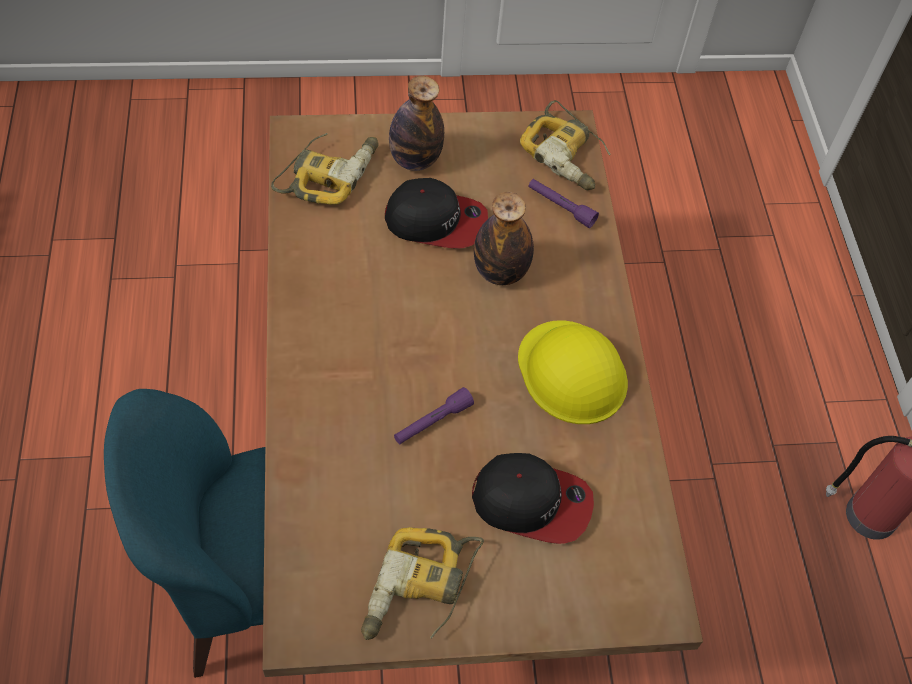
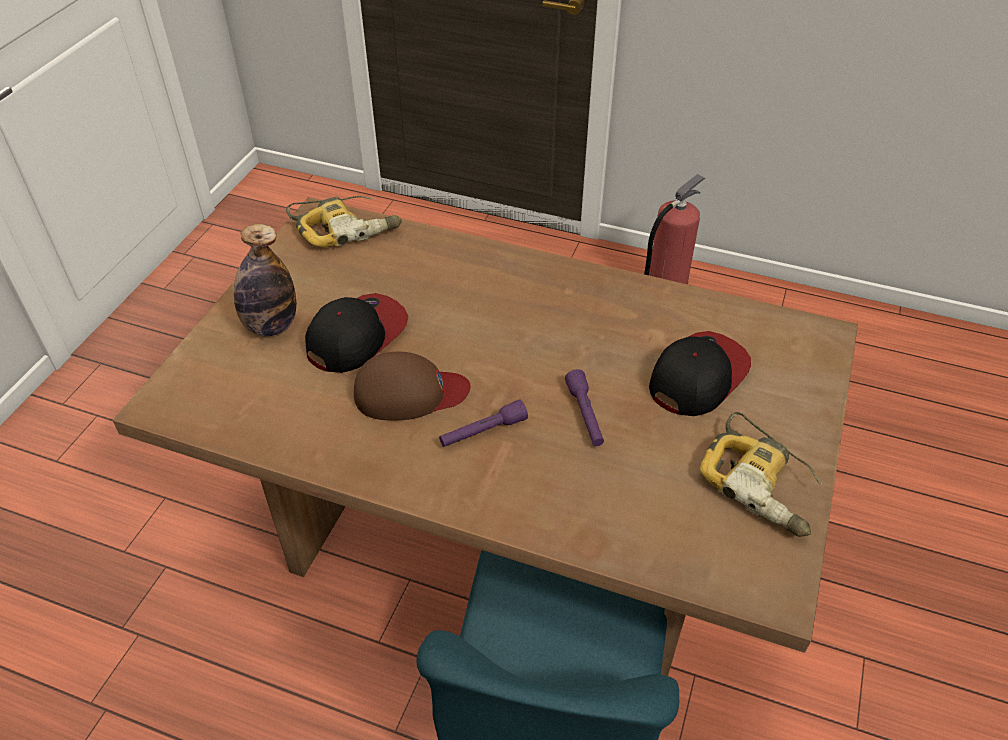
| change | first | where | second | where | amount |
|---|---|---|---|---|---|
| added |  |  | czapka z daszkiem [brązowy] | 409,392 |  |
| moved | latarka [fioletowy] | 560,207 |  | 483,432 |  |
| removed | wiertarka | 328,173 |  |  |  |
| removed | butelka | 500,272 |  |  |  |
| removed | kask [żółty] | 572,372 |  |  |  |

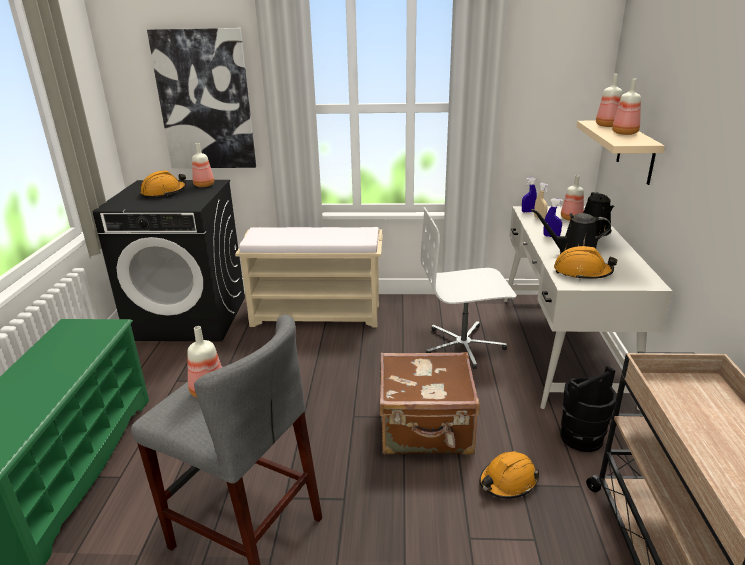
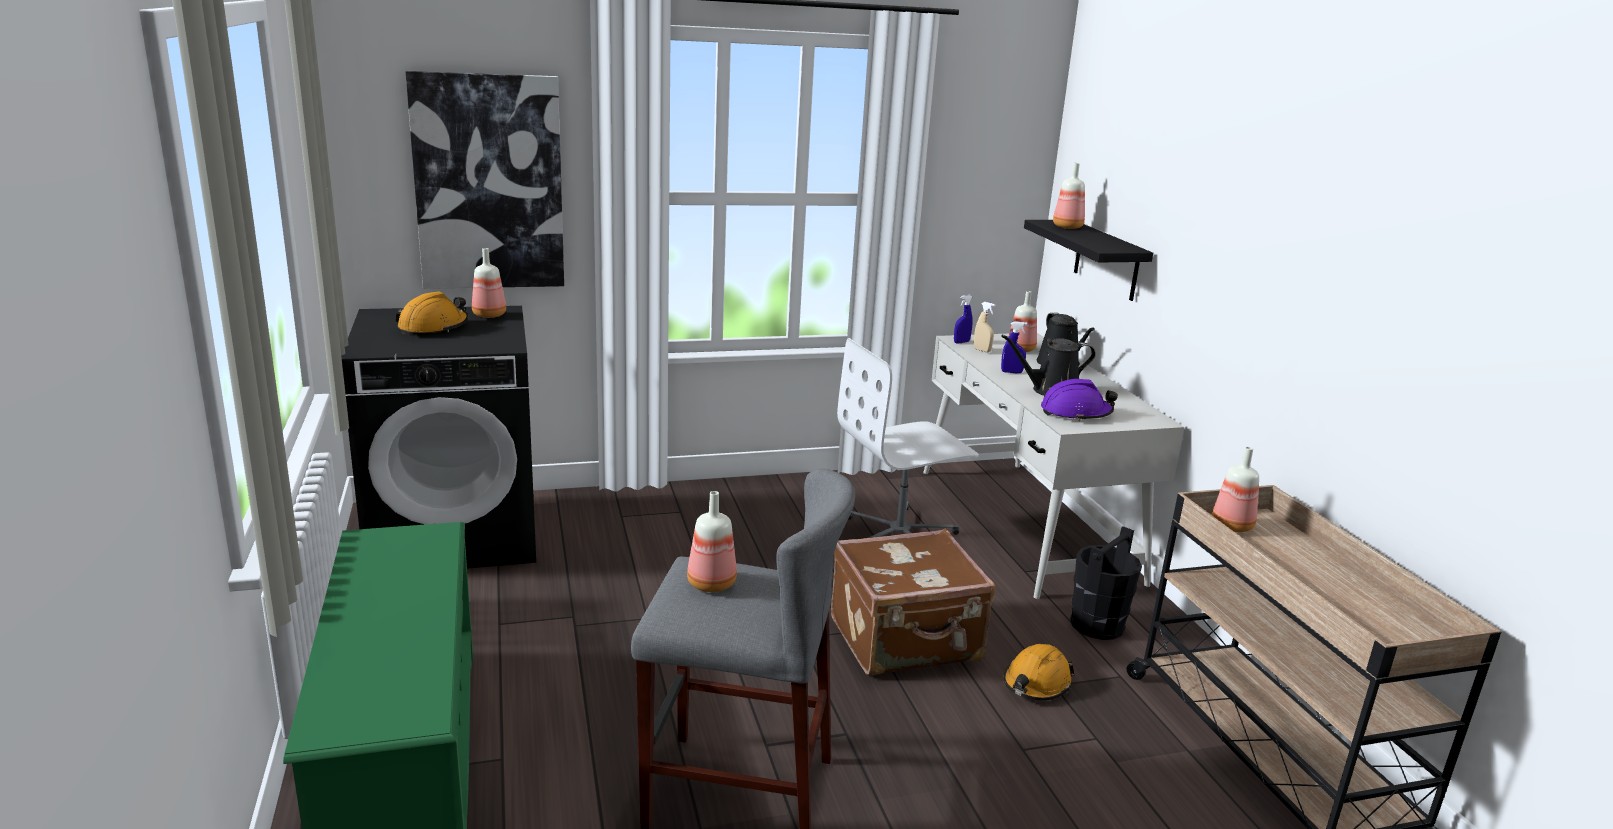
| change | first | where | second | where | amount |
|---|---|---|---|---|---|
| recoloured | półka [beżowy] | 636,152 | półka [czarny] | 1106,260 |  |
| recoloured | kask [pomarańczowy] | 582,272 | kask [fioletowy] | 1075,413 |  |
| moved | butelka | 625,133 |  | 1232,525 |  |
| removed | ławka [beżowy] | 317,315 |  |  |  |

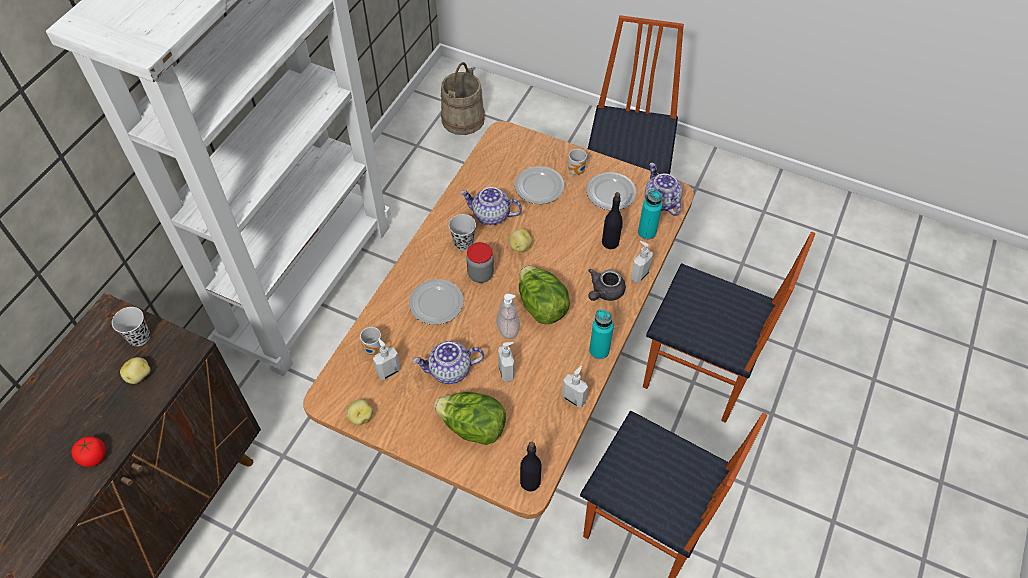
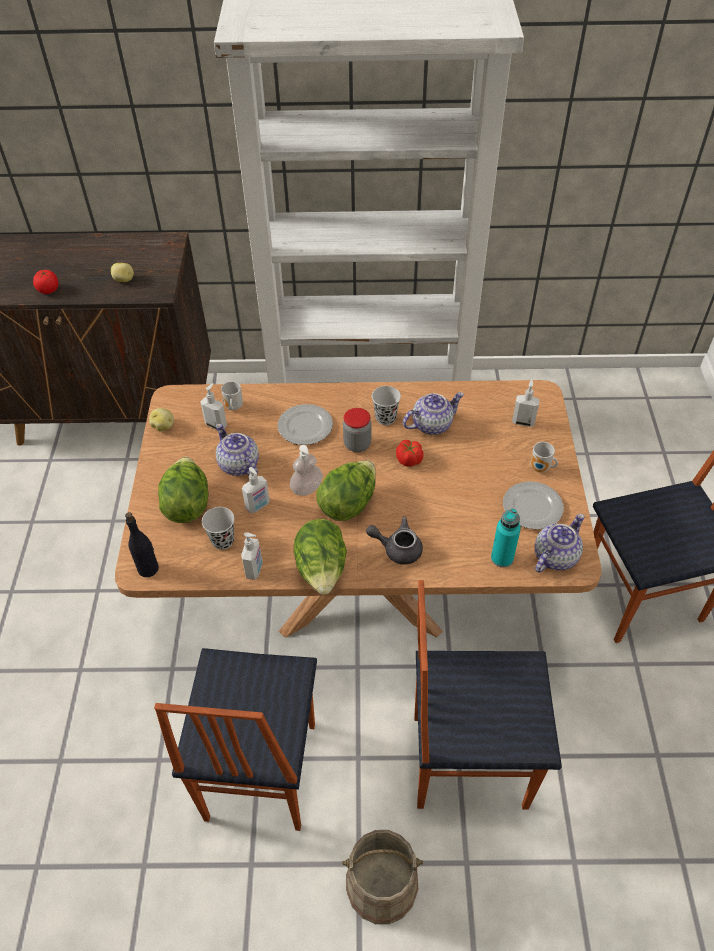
| change | first | where | second | where | amount |
|---|---|---|---|---|---|
| moved | filiżanka [czarny] | 139,337 |  | 222,540 |  |
| replaced | butelka [turkusowy] | 599,350 | sałata | 322,570 |  |
| moved | wiadro [beżowy] | 463,119 |  | 381,886 |  |
| replaced | ziemniak | 520,246 | pomidor | 409,460 |  |
| turned | imbryk | 490,215 |  | 432,424 | 75 degrees clockwise |
| turned | krzesło | 697,376 |  | 467,759 | 90 degrees clockwise |
| moved | dozownik mydła | 639,275 |  | 523,422 |  |
| removed | talerz | 538,187 |  |  |  |
| removed | butelka [czarny] | 610,242 |  |  |  |

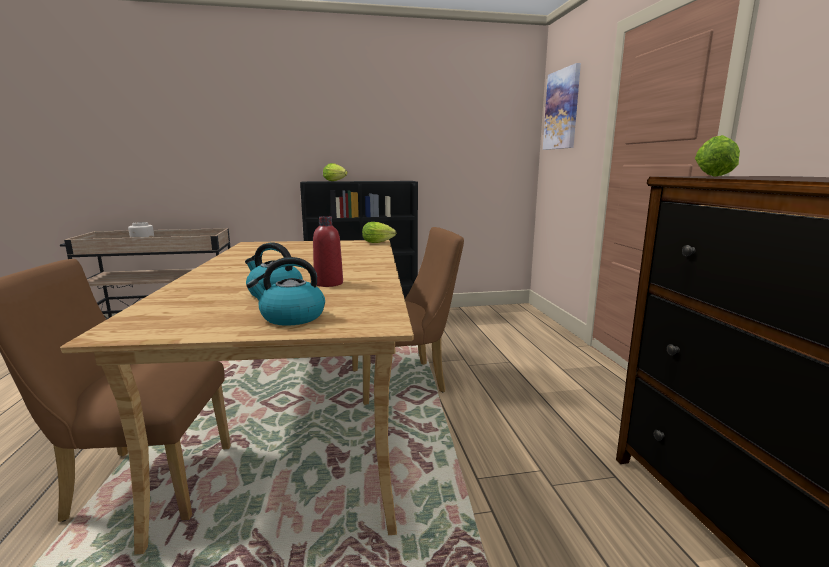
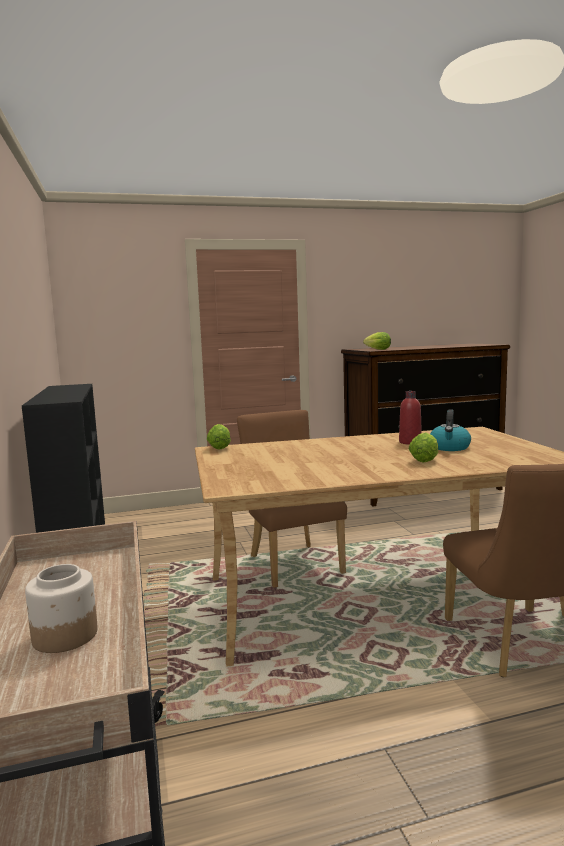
| change | first | where | second | where | amount |
|---|---|---|---|---|---|
| moved | sałata | 336,181 |  | 425,459 |  |
| removed | czajnik | 291,317 |  |  |  |
| removed | obraz | 562,109 |  |  |  |

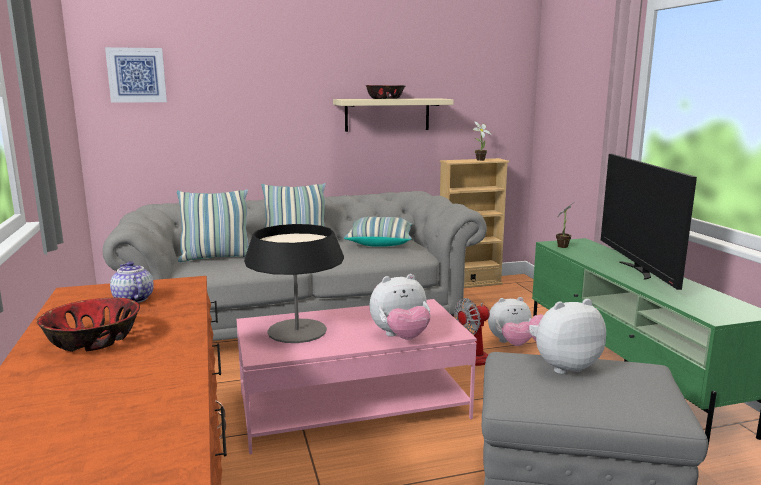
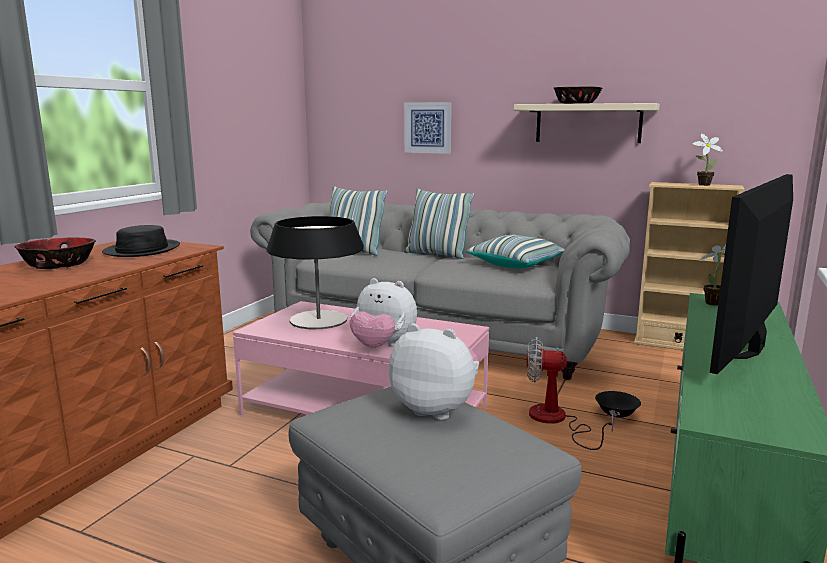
| change | first | where | second | where | amount |
|---|---|---|---|---|---|
| replaced | imbryk | 132,299 | kapelusz [czarny] | 142,250 |  |
| moved | obraz | 136,75 |  | 428,127 |  |
| replaced | pluszak | 510,343 | miska [czarny] | 616,414 |  |

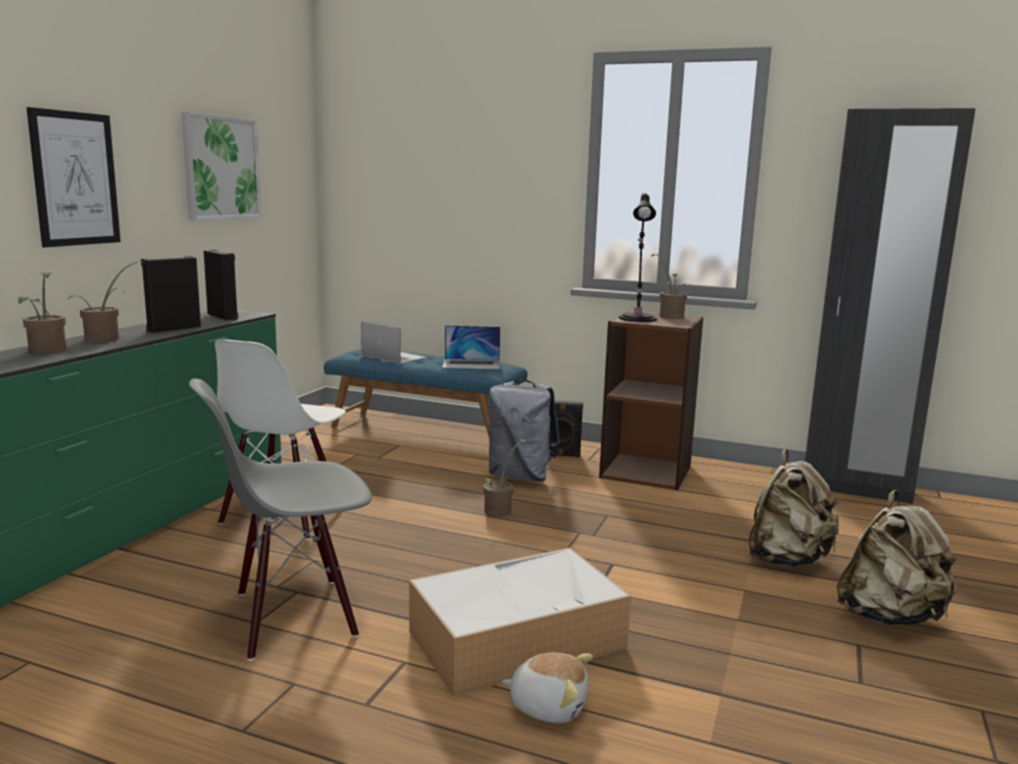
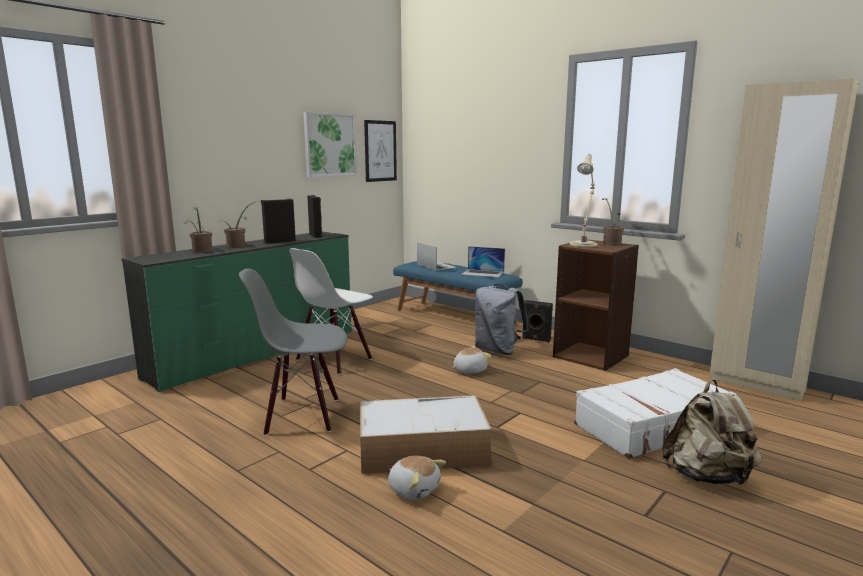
| change | first | where | second | where | amount |
|---|---|---|---|---|---|
| moved | obraz | 75,179 |  | 380,151 |  |
| replaced | roślina doniczkowa | 501,510 | pluszak | 469,370 |  |
| recoloured | lampa stołowa [czarny] | 637,318 | lampa stołowa [beżowy] | 584,244 |  |
| replaced | plecak [beżowy] | 786,559 | walizka [biały] | 654,427 |  |
| recoloured | szafa [czarny] | 855,489 | szafa [beżowy] | 755,384 |  |

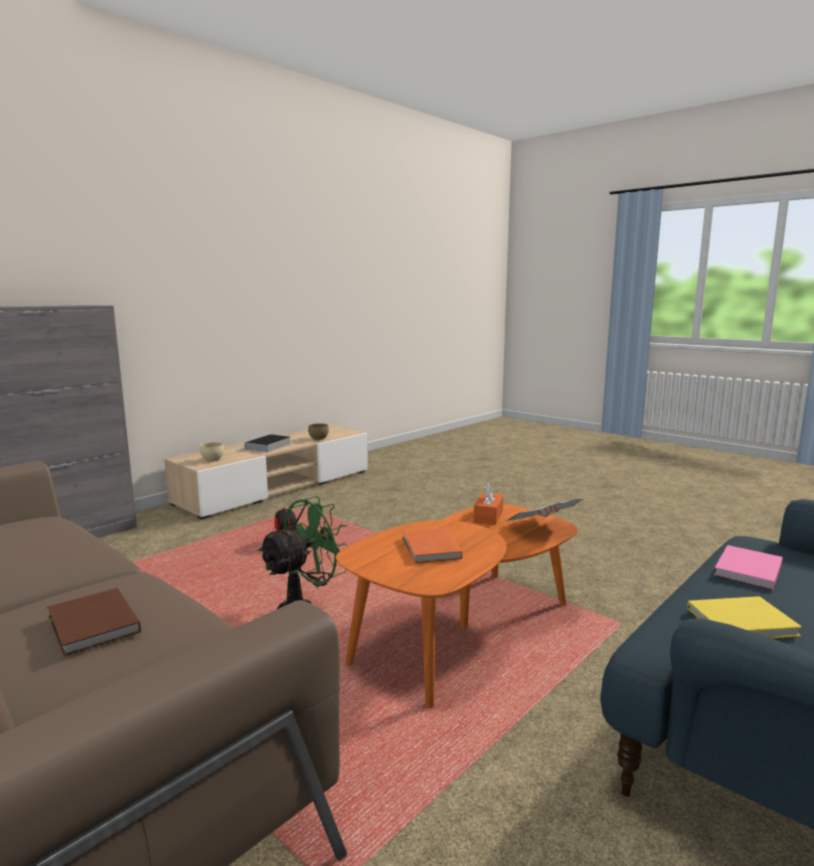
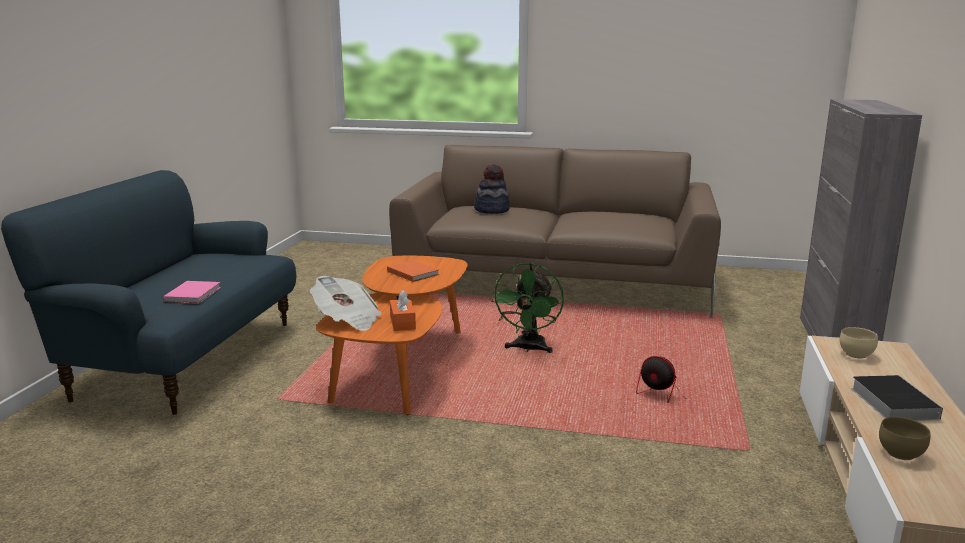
| change | first | where | second | where | amount |
|---|---|---|---|---|---|
| replaced | książka [brązowy] | 92,625 | kapelusz | 492,210 |  |
| removed | książka [żółty] | 744,623 |  |  |  |

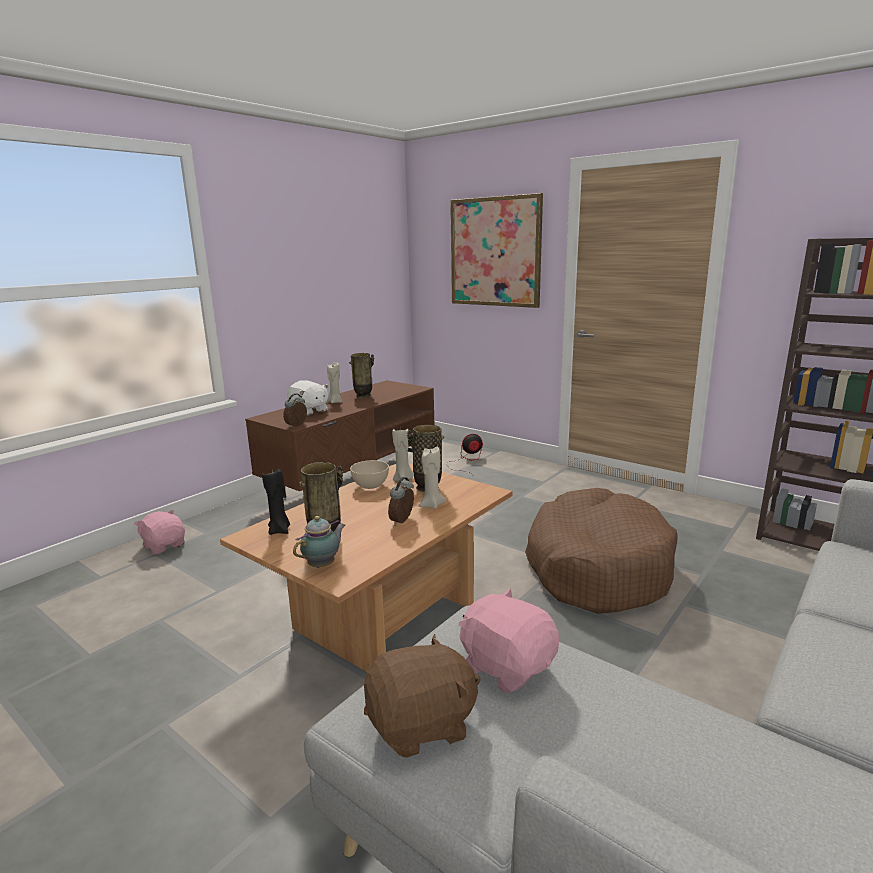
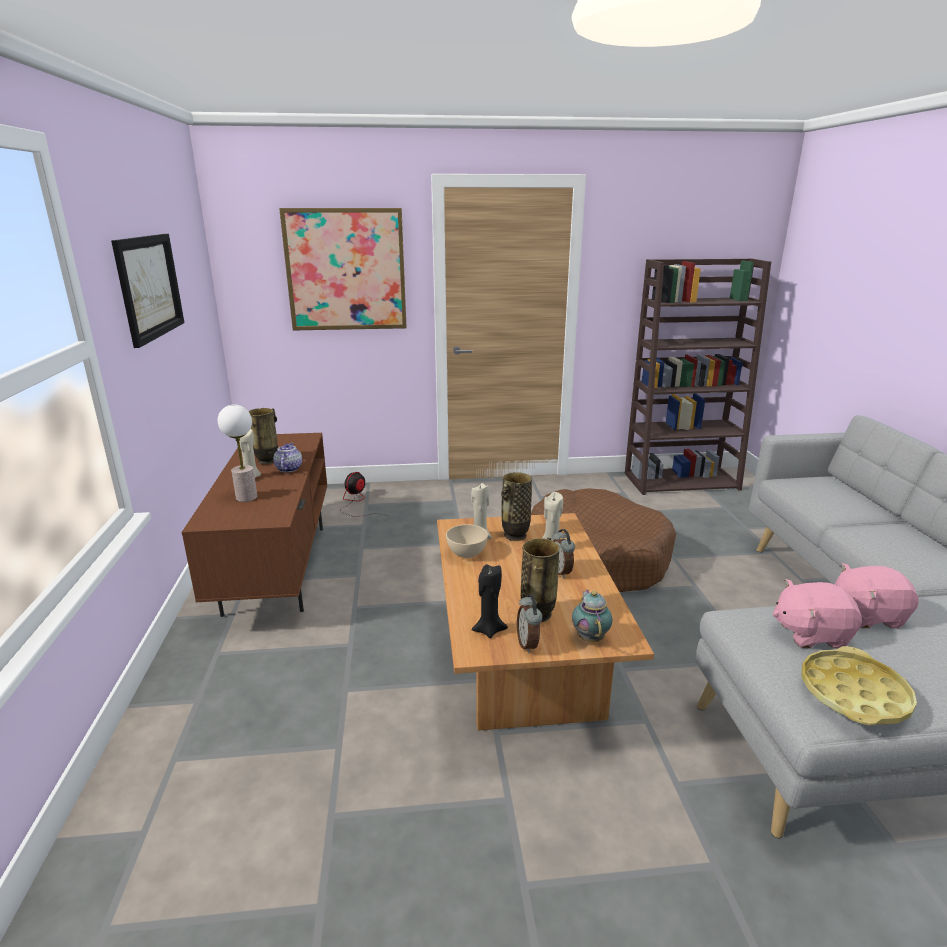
| change | first | where | second | where | amount |
|---|---|---|---|---|---|
| added |  |  | obraz | 149,287 |  |
| replaced | pluszak [biały] | 309,411 | lampa stołowa | 246,497 |  |
| added |  |  | imbryk | 288,468 |  |
| moved | budzik | 297,426 |  | 528,644 |  |
| replaced | pluszak [brązowy] | 422,725 | taca [żółty] | 853,694 |  |
| moved | pluszak [różowy] | 164,545 |  | 866,615 |  |

